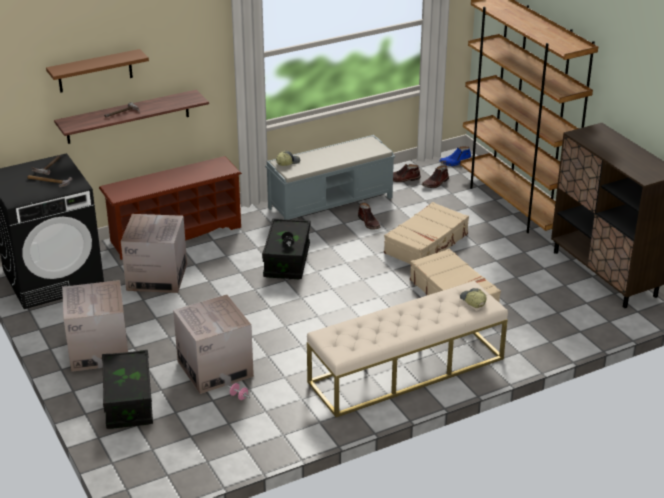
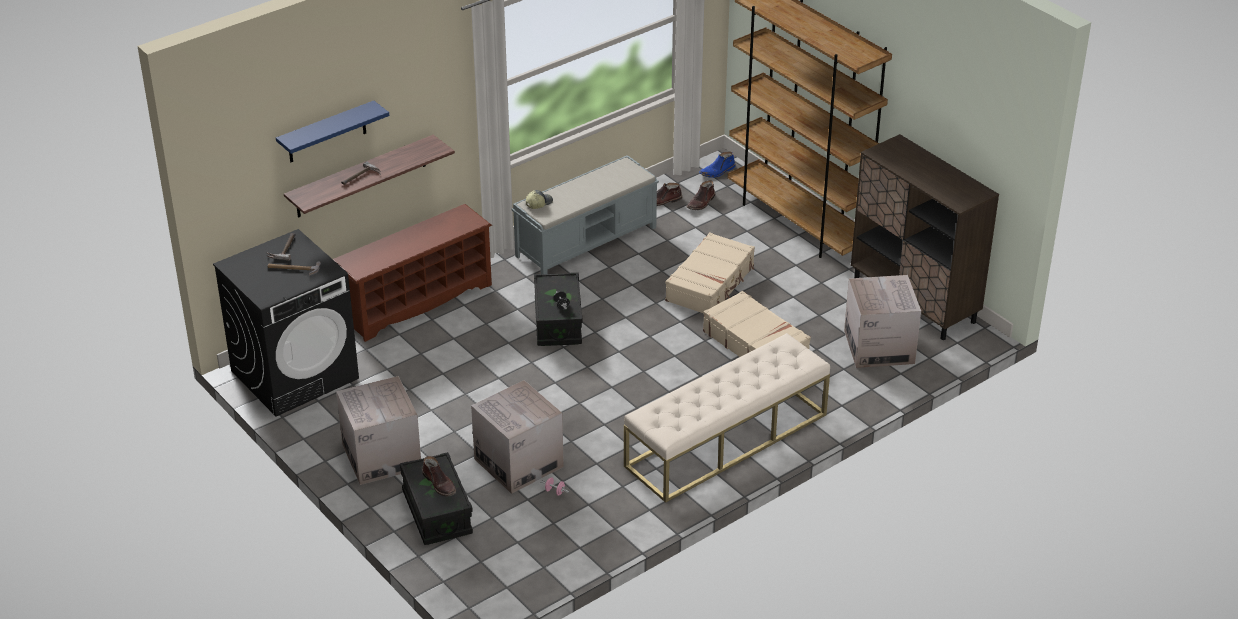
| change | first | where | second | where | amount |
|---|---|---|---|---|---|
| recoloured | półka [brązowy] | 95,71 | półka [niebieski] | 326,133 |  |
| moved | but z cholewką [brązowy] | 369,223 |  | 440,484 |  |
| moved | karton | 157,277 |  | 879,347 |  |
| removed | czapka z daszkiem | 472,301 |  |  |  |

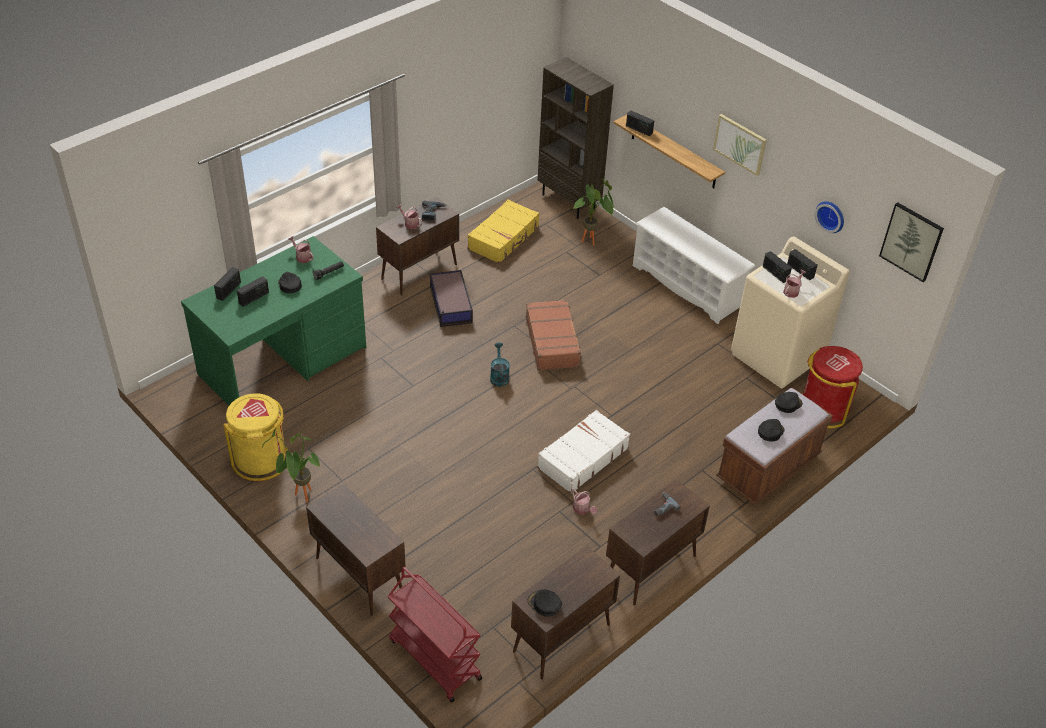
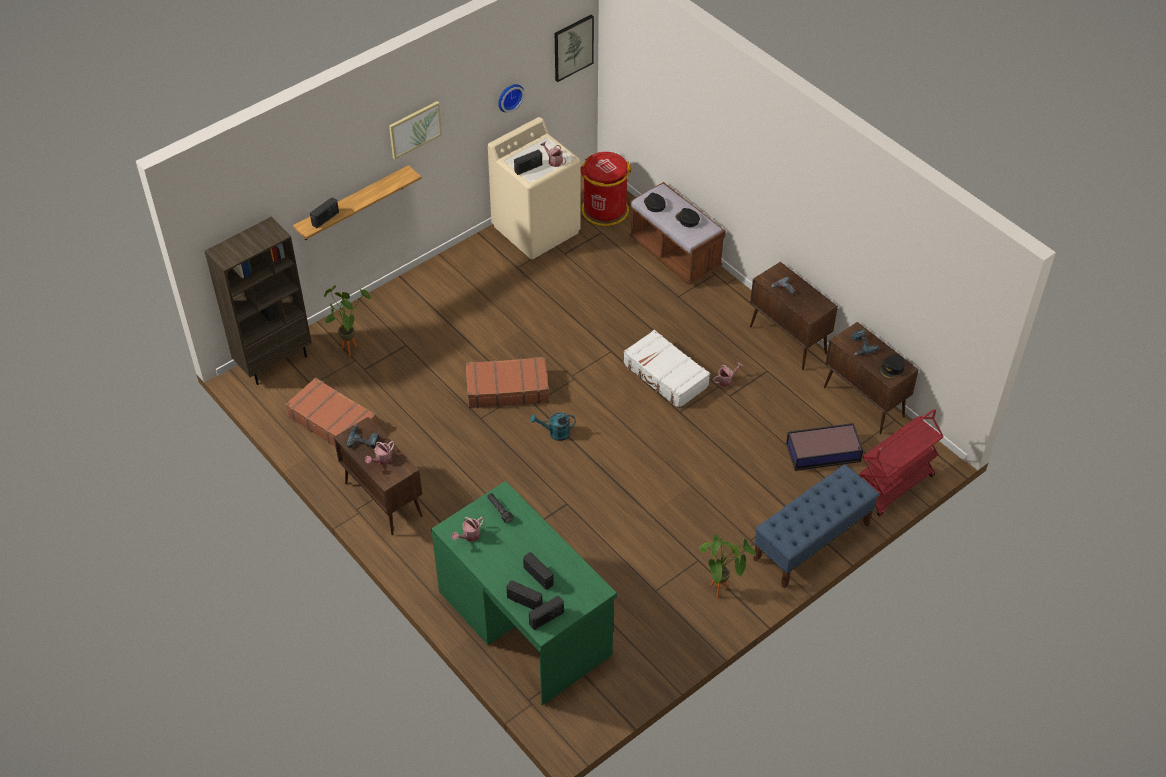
| change | first | where | second | where | amount |
|---|---|---|---|---|---|
| recoloured | walizka [żółty] | 504,238 | walizka [brązowy] | 333,422 |  |
| moved | radio | 800,271 |  | 546,618 |  |
| replaced | szafka [brązowy] | 358,575 | ławka [niebieski] | 811,542 |  |
| moved | pojemnik do przechowywania | 450,305 |  | 824,452 |  |
| added |  |  | wiertarka | 860,345 |  |
| removed | kosz na śmieci [żółty] | 261,460 |  |  |  |
| removed | czapka z daszkiem [czarny] | 289,285 |  |  |  |
| removed | regał na buty [biały] | 687,286 |  |  |  |

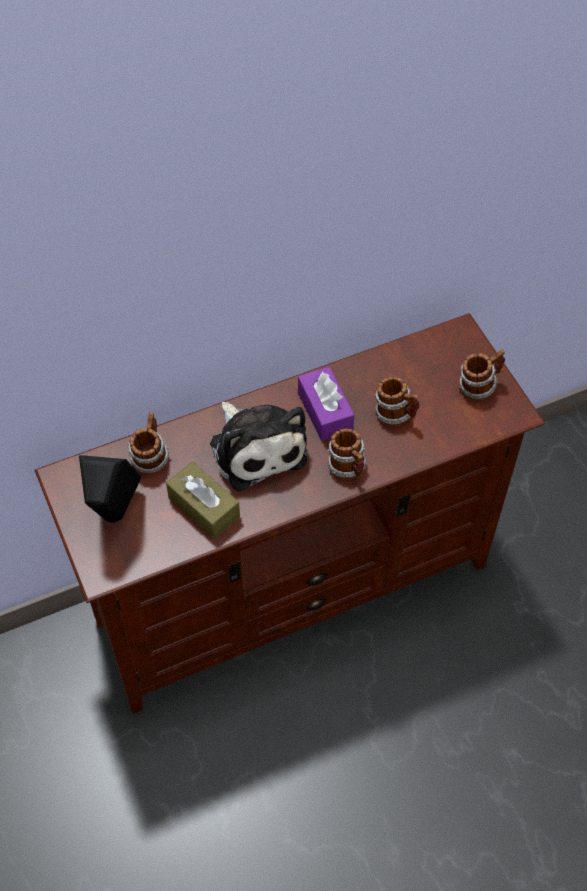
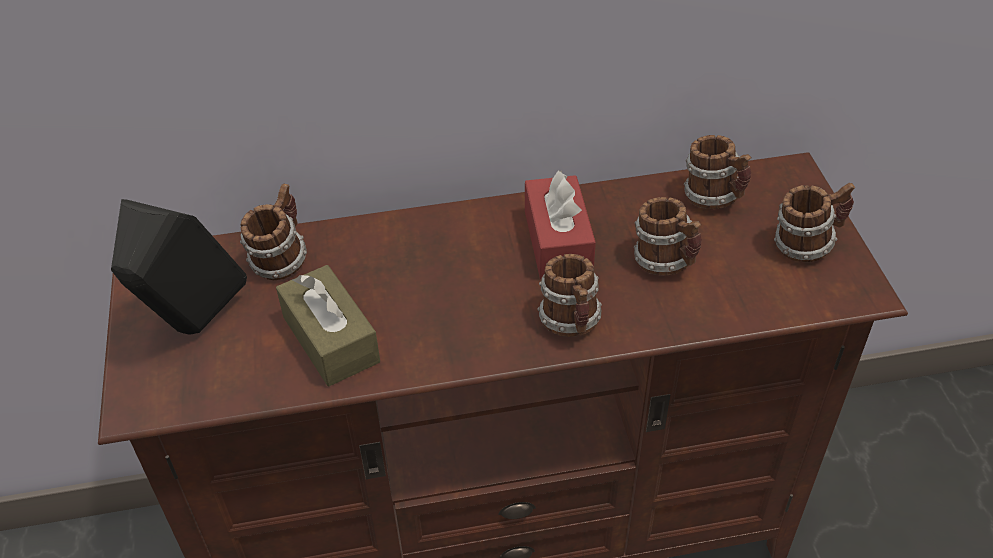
| change | first | where | second | where | amount |
|---|---|---|---|---|---|
| recoloured | pudełko chusteczek [fioletowy] | 325,411 | pudełko chusteczek [czerwony] | 558,242 |  |
| added |  |  | kubek | 714,198 |  |
| removed | pluszak | 256,447 |  |  |  |

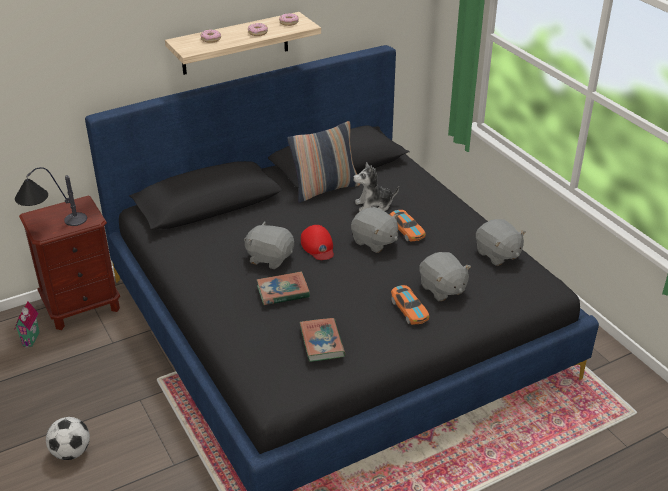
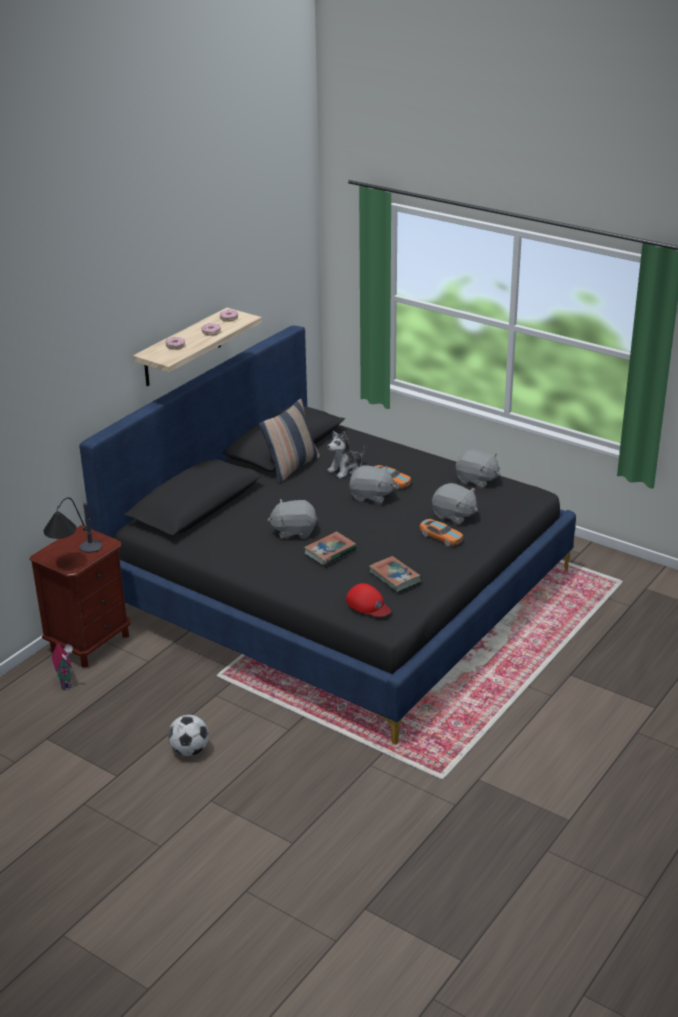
| change | first | where | second | where | amount |
|---|---|---|---|---|---|
| moved | czapka z daszkiem [czerwony] | 318,246 |  | 368,605 |  |

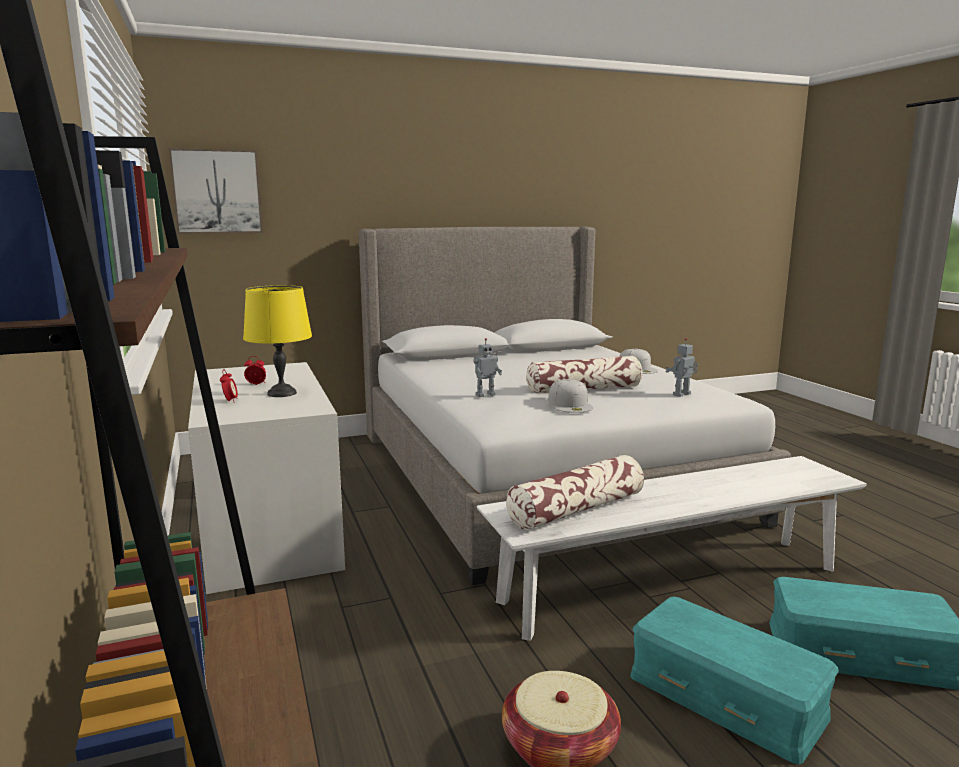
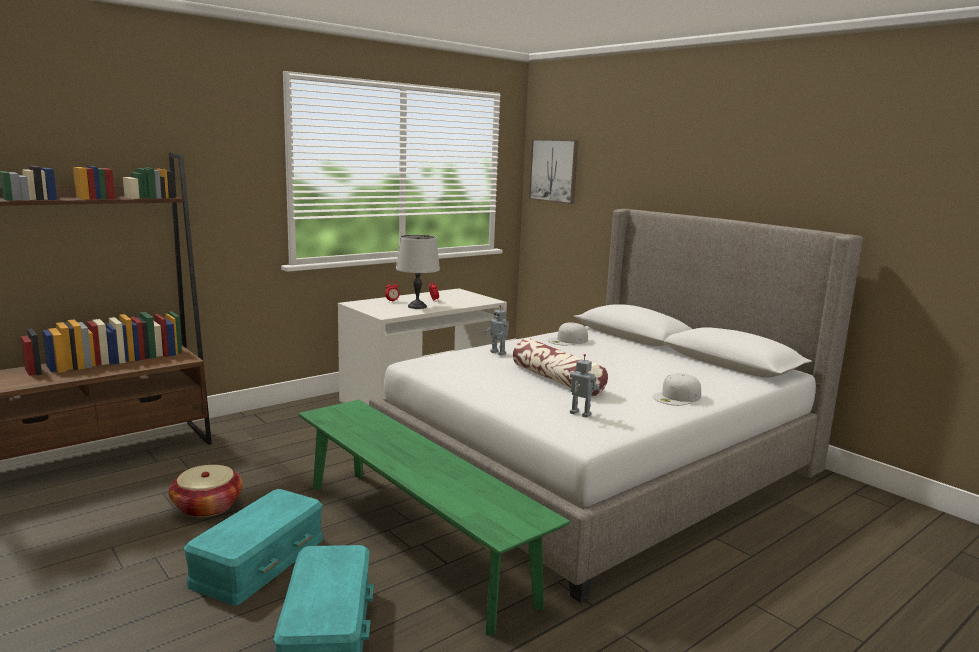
| change | first | where | second | where | amount |
|---|---|---|---|---|---|
| recoloured | ławka [biały] | 672,584 | ławka [zielony] | 413,539 |  |
| recoloured | lampa stołowa [żółty] | 281,393 | lampa stołowa [szary] | 416,306 |  |
| moved | czapka z daszkiem [biały] | 570,404 |  | 568,340 |  |
| removed | poduszka | 577,509 |  |  |  |

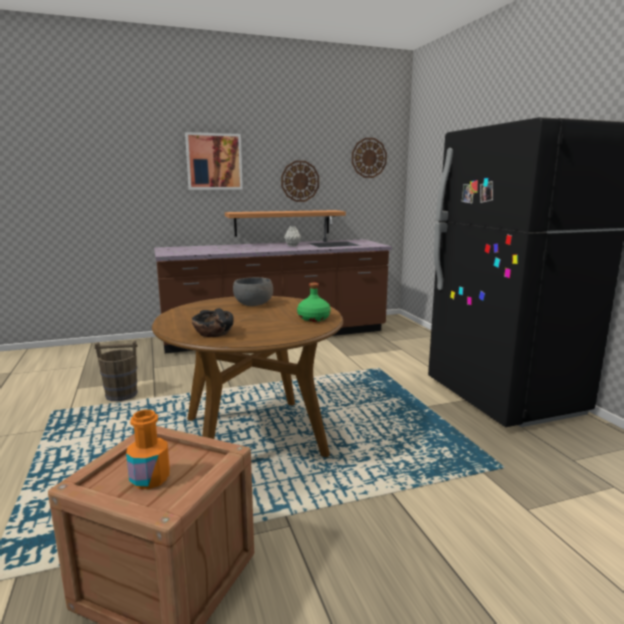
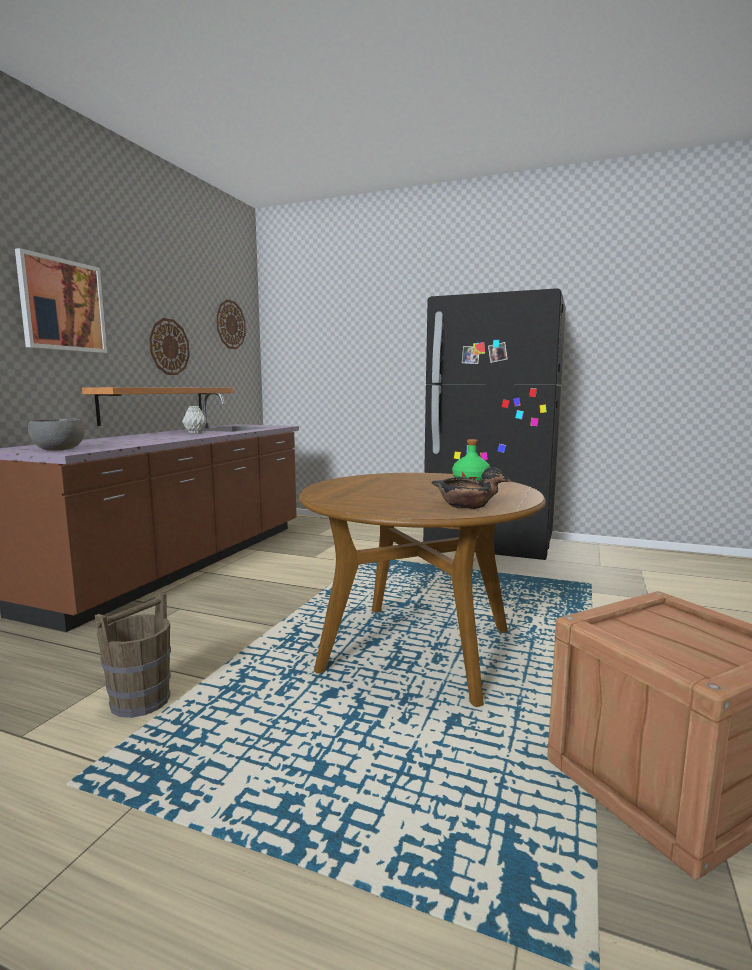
| change | first | where | second | where | amount |
|---|---|---|---|---|---|
| moved | miska [szary] | 253,304 |  | 59,449 |  |
| removed | butelka [pomarańczowy] | 150,479 |  |  |  |

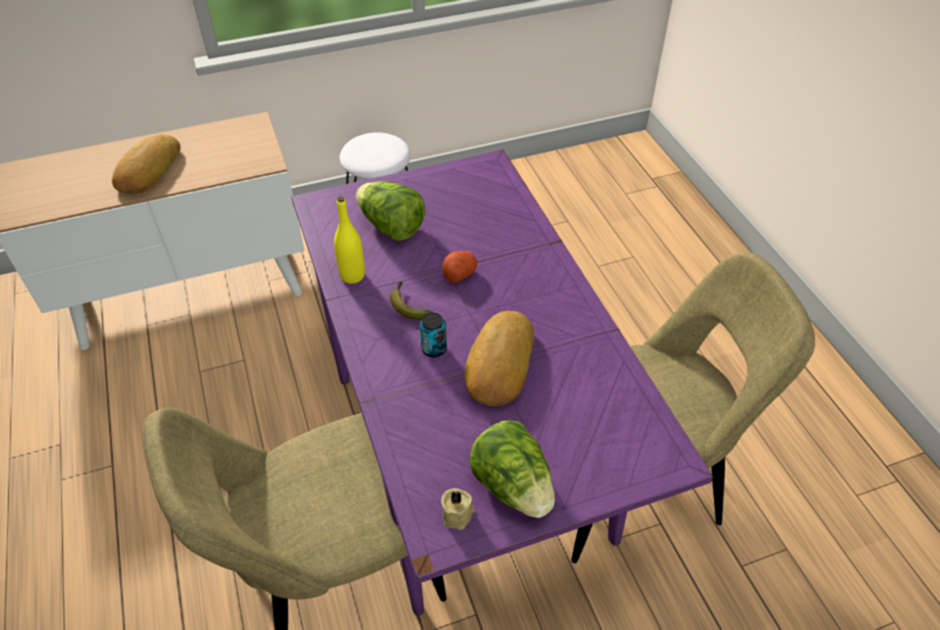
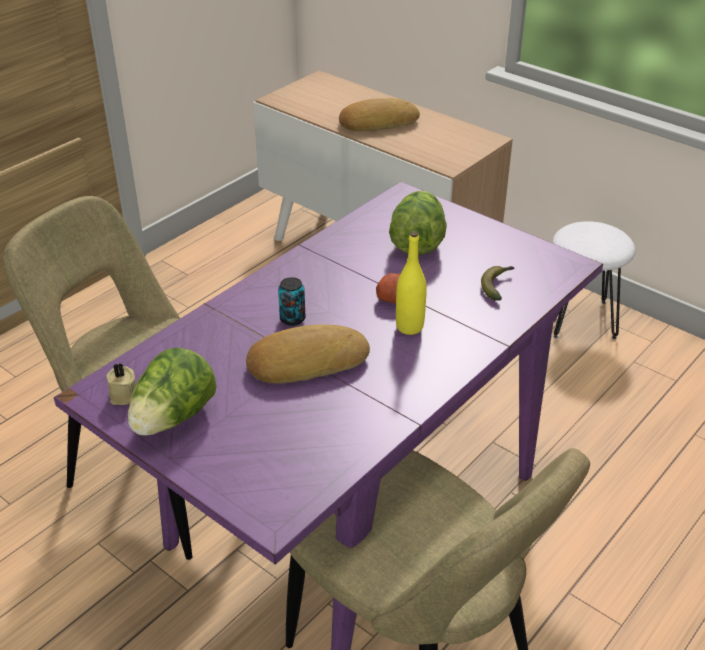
| change | first | where | second | where | amount |
|---|---|---|---|---|---|
| moved | butelka [żółty] | 352,275 |  | 409,327 |  |
| moved | banan | 408,305 |  | 497,285 |  |

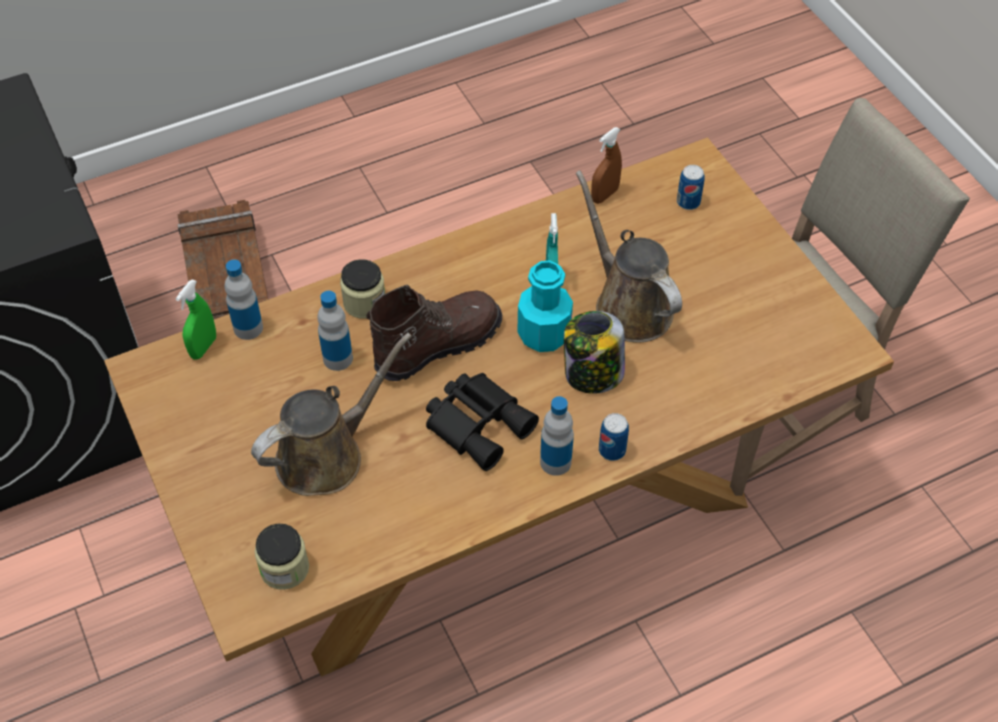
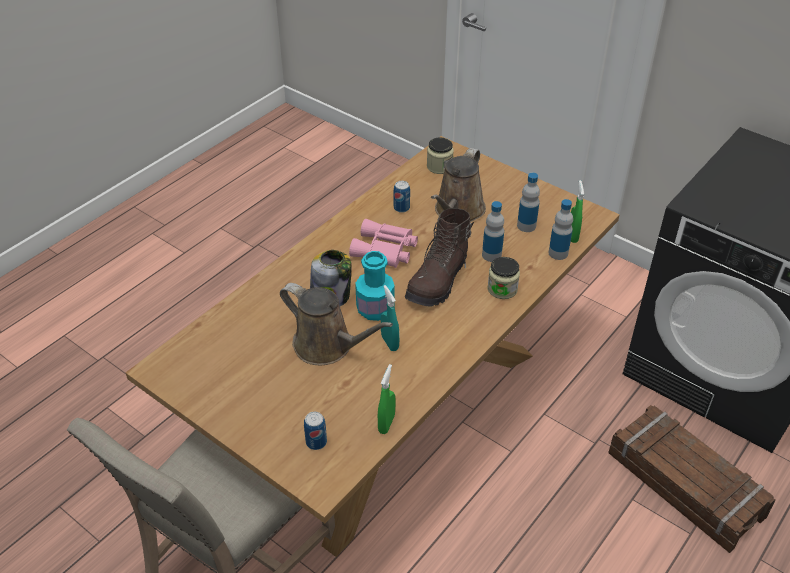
| change | first | where | second | where | amount |
|---|---|---|---|---|---|
| recoloured | lornetka [czarny] | 479,423 | lornetka [różowy] | 385,251 |  |
| recoloured | spryskiwacz [brązowy] | 604,195 | spryskiwacz [zielony] | 386,423 |  |
| moved | puszka | 612,450 |  | 401,208 |  |
| moved | butelka | 555,462 |  | 526,226 |  |

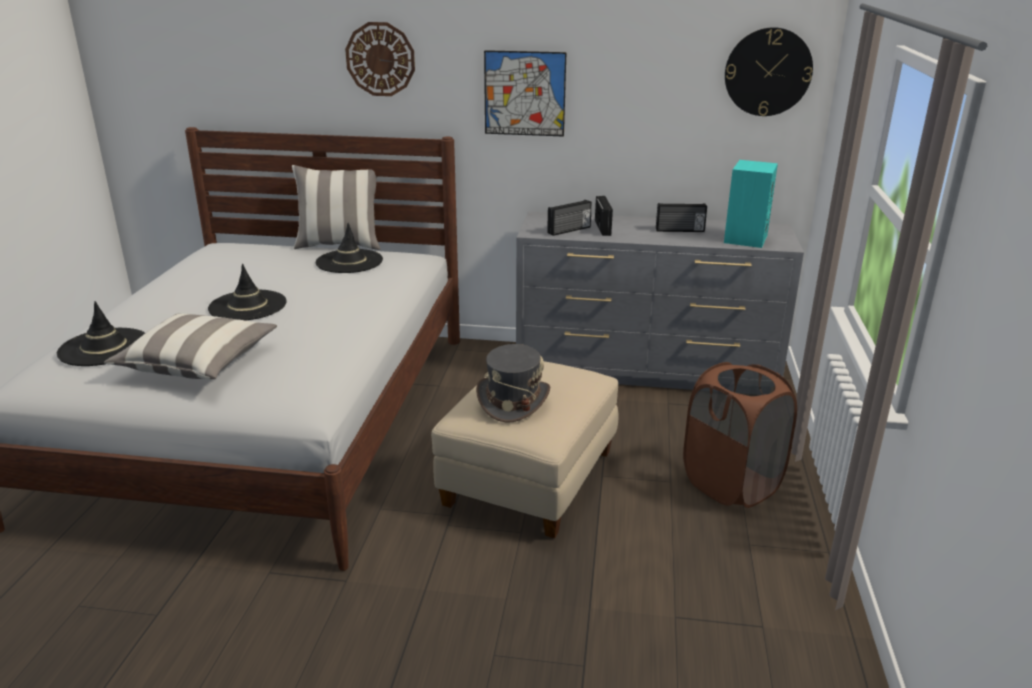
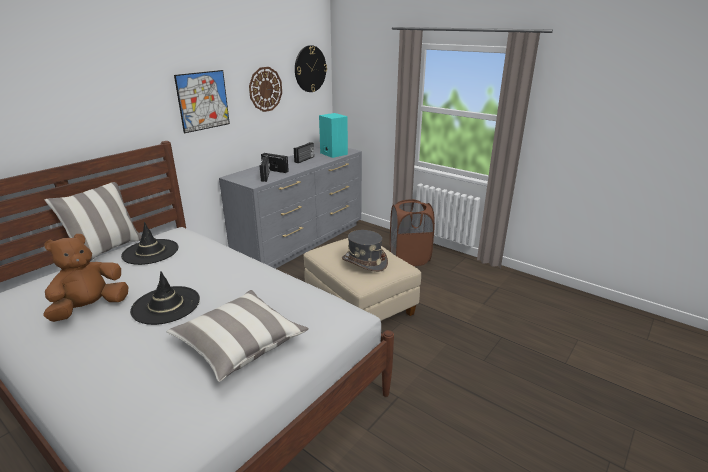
| change | first | where | second | where | amount |
|---|---|---|---|---|---|
| added |  |  | pluszak [brązowy] | 90,308 |  |
| moved | zegar ścienny | 380,59 |  | 265,89 |  |
| removed | kapelusz [czarny] | 104,347 |  |  |  |

